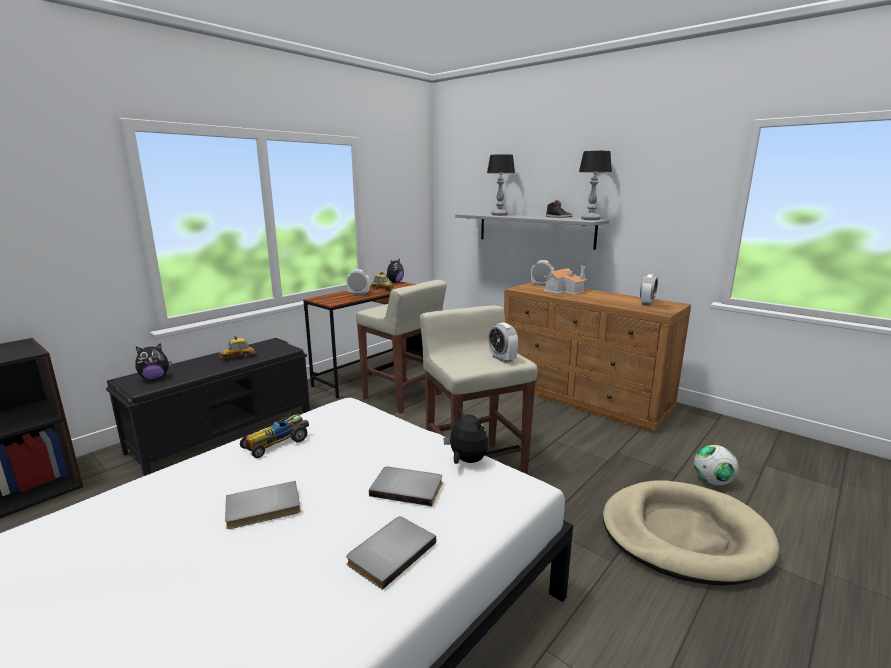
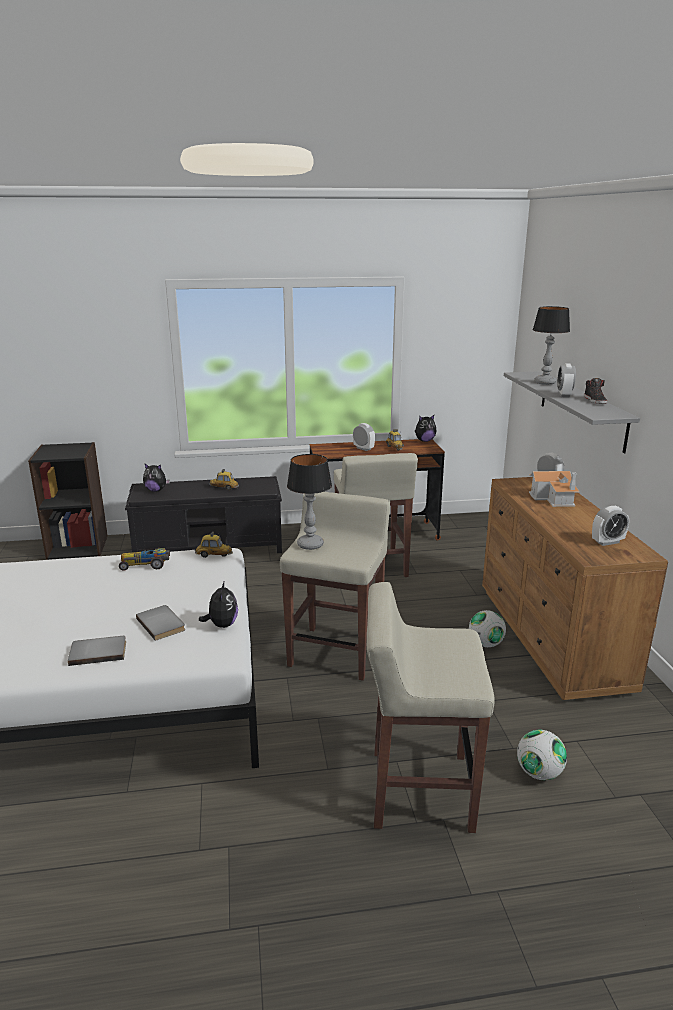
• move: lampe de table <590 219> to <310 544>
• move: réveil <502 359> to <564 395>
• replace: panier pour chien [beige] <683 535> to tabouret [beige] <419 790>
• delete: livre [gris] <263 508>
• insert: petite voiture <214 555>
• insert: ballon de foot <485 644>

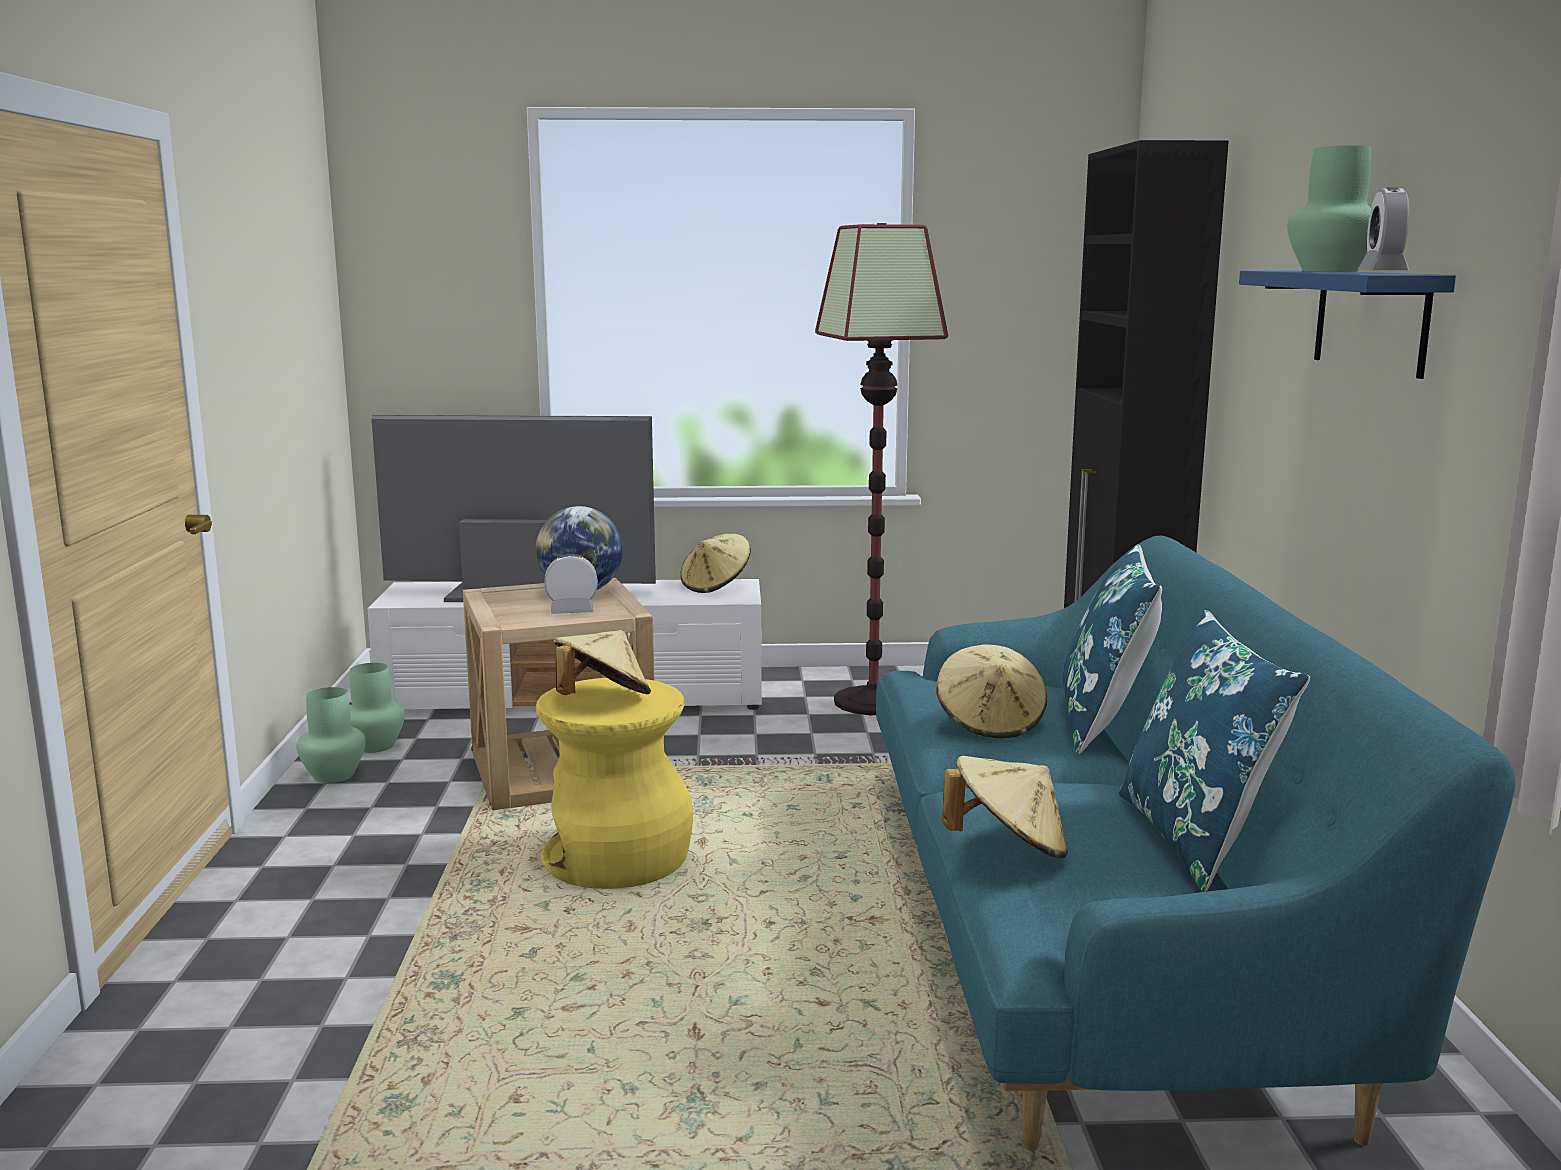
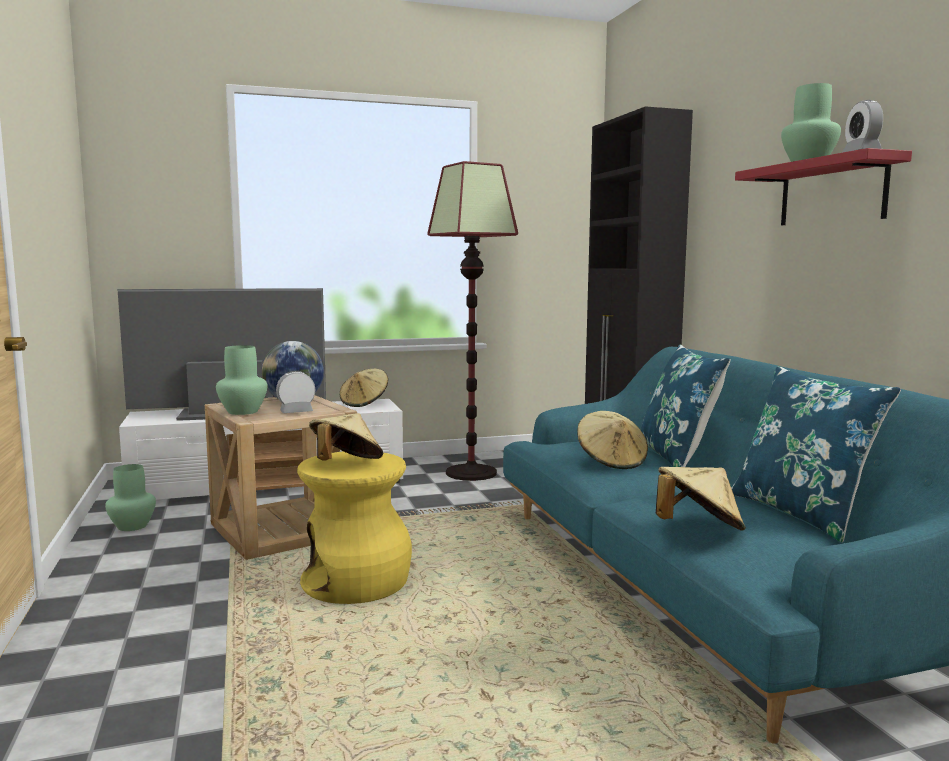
• recolor: étagère [bleu] <1370 320> to étagère [rouge] <832 193>
• move: vase [vert] <333 775> to <242 411>

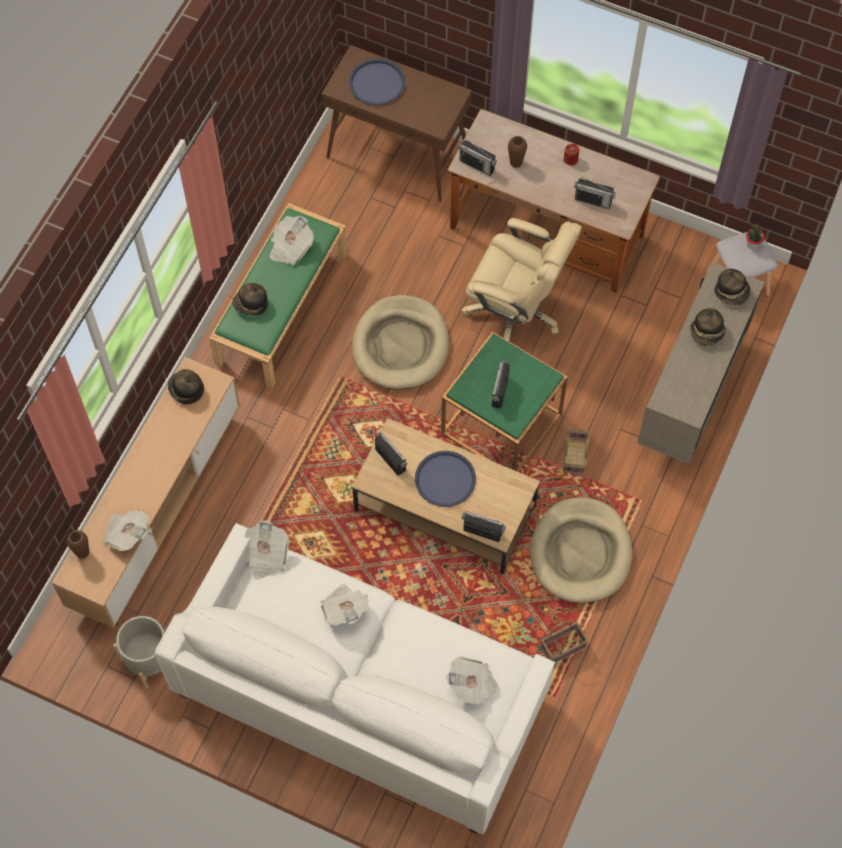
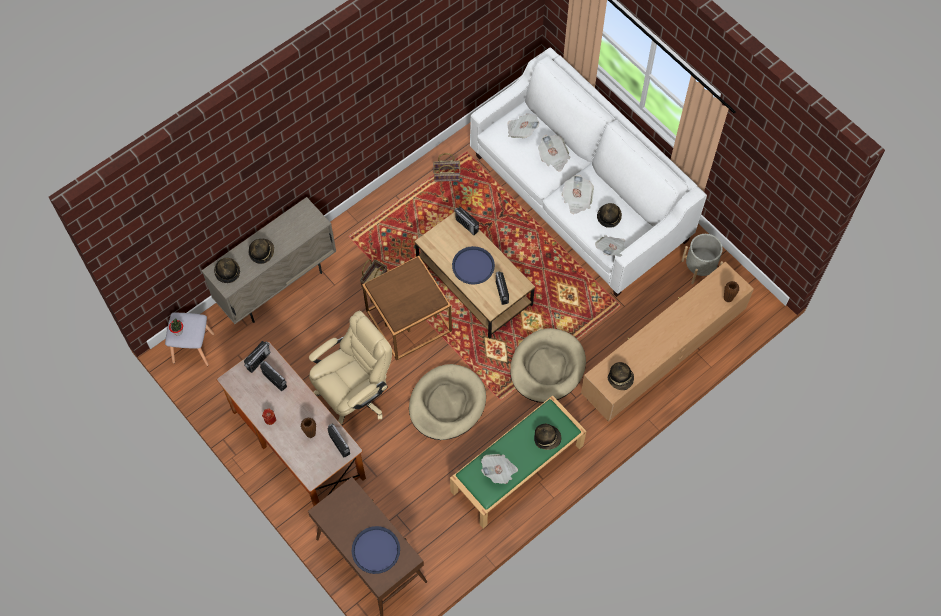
• rotate: chaise de bureau [beige] <516 311> = <354 394> 90 degrees clockwise
• recolor: table d'appoint [vert] <501 423> to table d'appoint [marron] <408 321>
• move: radio <500 391> to <258 360>
• move: panier pour chien [beige] <580 552> to <547 367>
• move: journal <127 534> to <553 157>
• insert: chapeau <609 217>

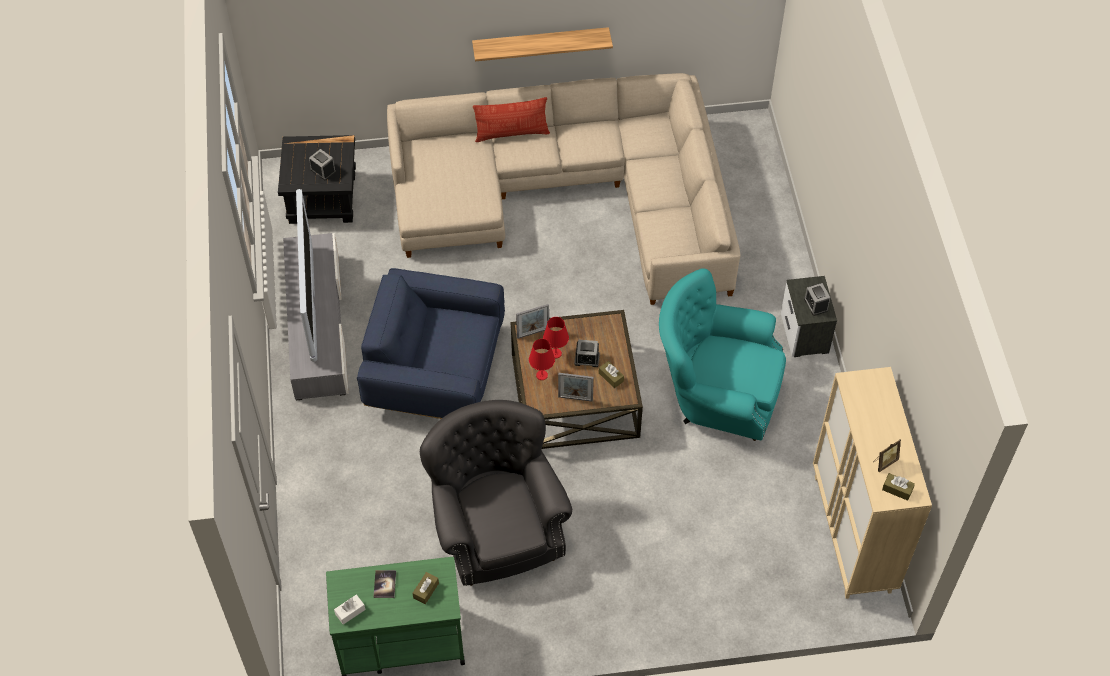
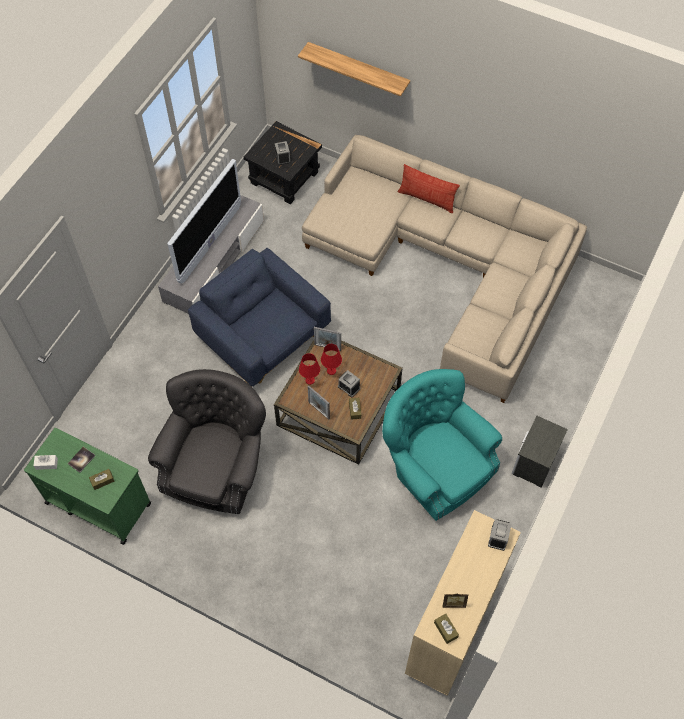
• move: étagère <540 44> to <358 69>
• move: réveil <815 304> to <498 537>

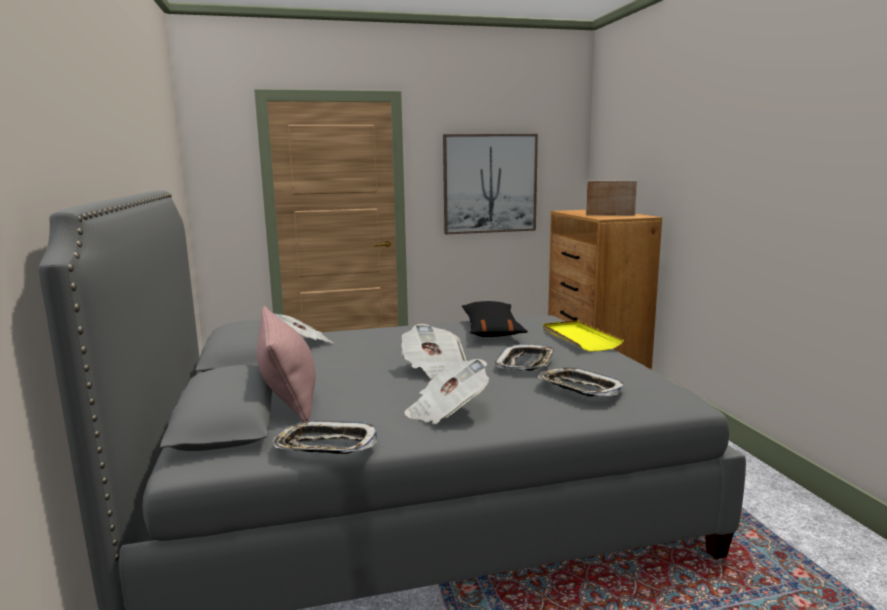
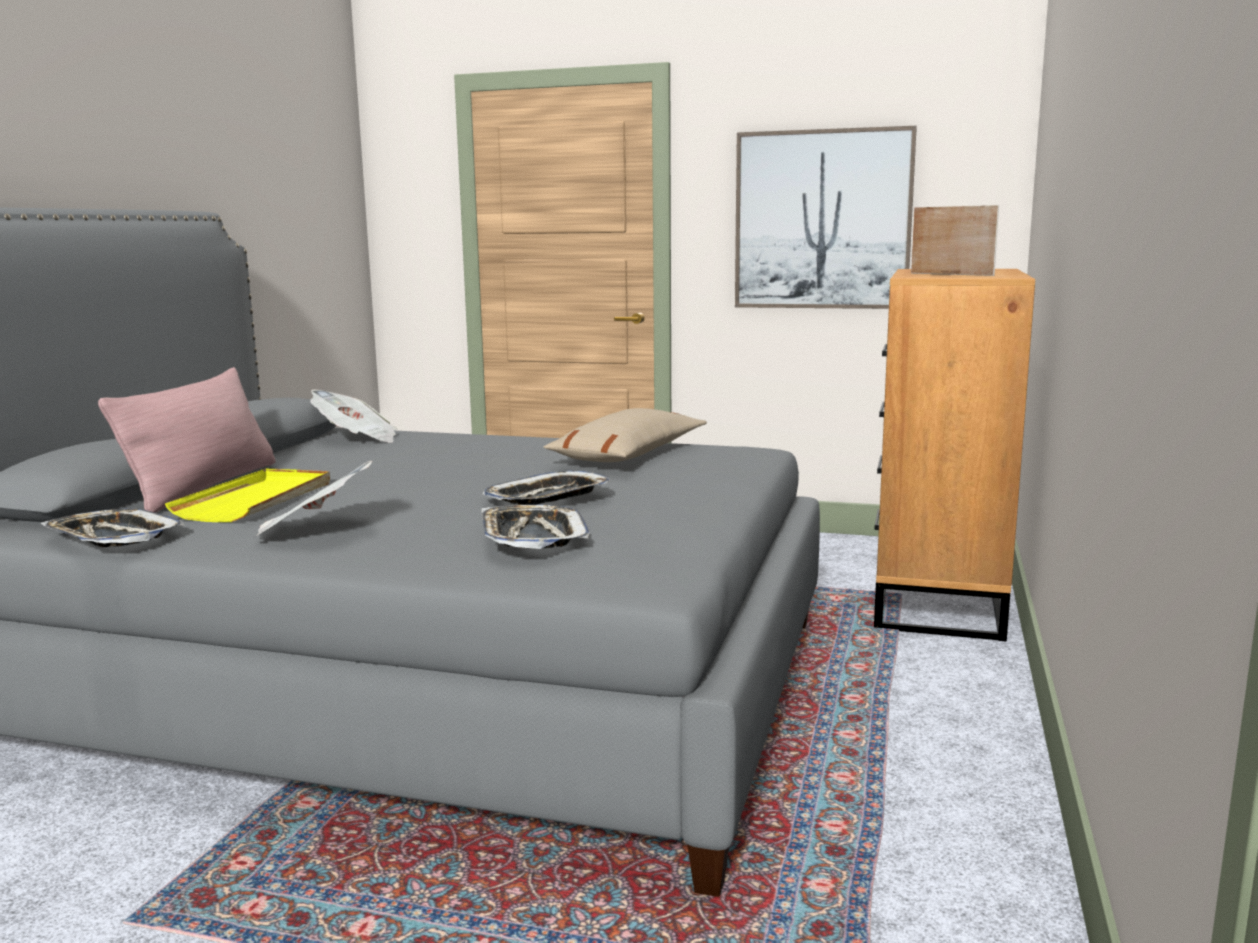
• recolor: coussin [noir] <491 330> to coussin [beige] <628 455>
• move: plateau [jaune] <579 338> to <257 500>
• delete: journal <434 370>

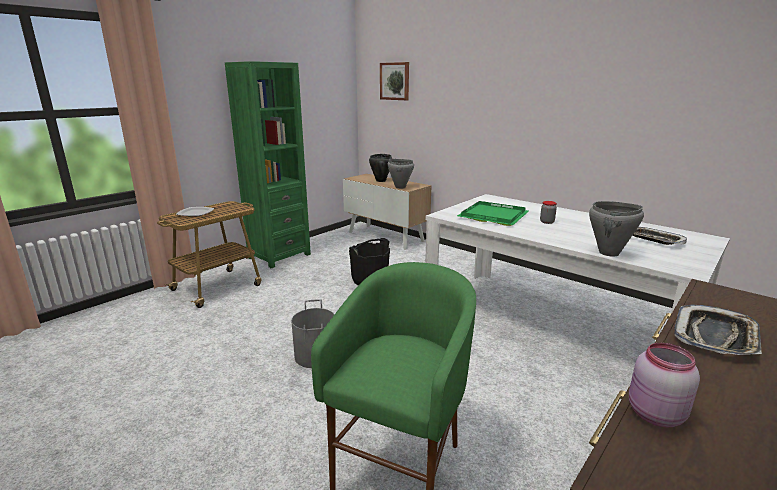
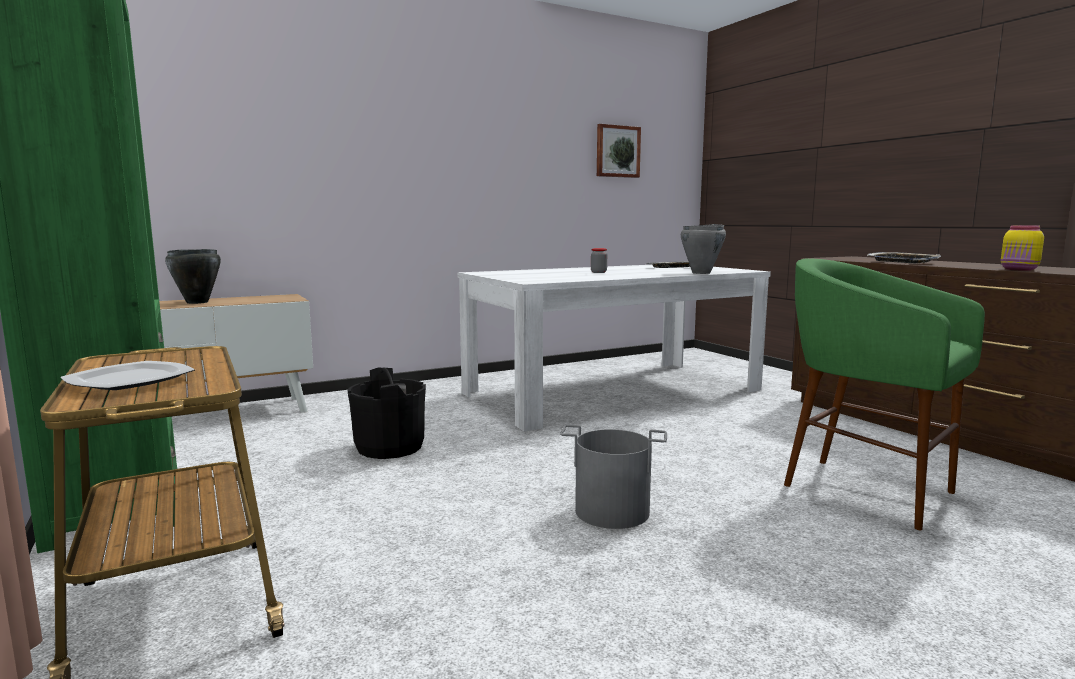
• move: tableau <395 81> to <617 151>
• delete: marmite [gris] <400 187>
• delete: plateau [vert] <494 216>
• recolor: bocal [rose] <653 414> to bocal [jaune] <1019 269>

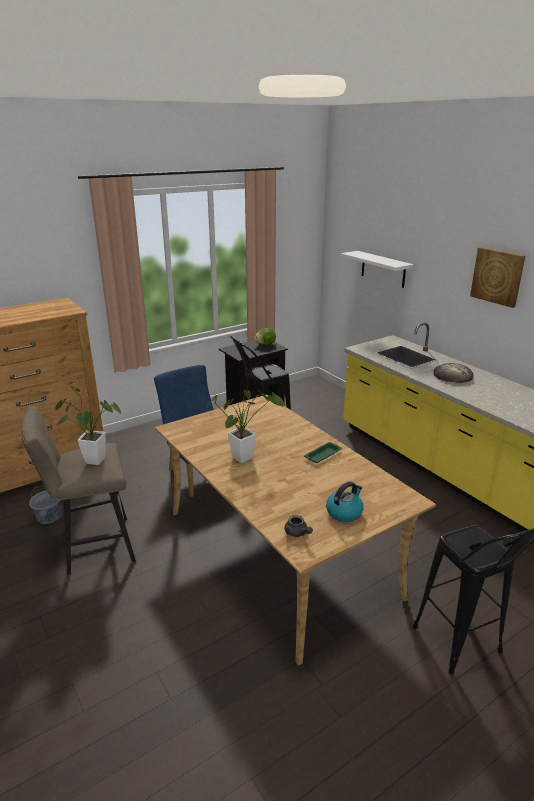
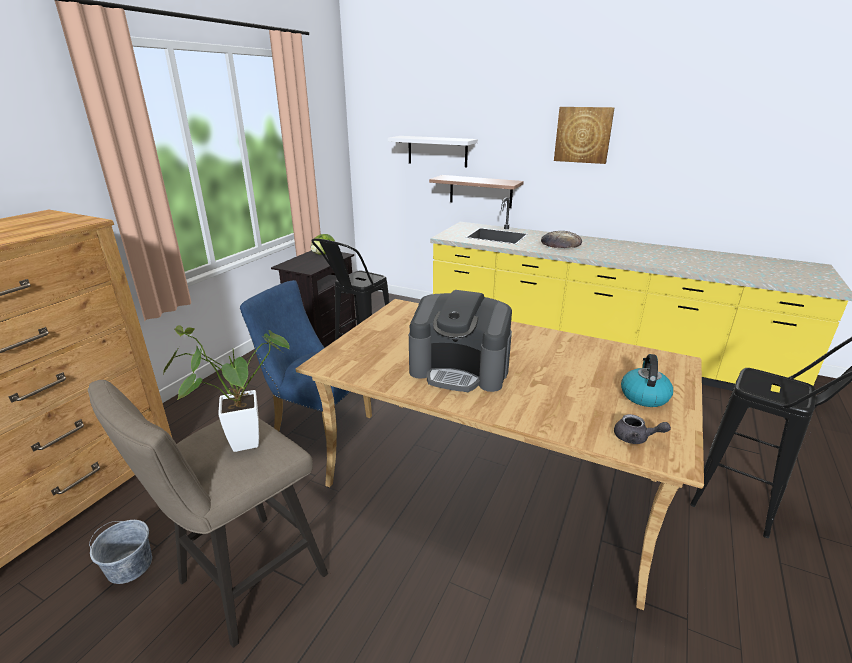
• replace: plante en pot <246 457> to machine à café <460 370>
• delete: plateau [vert] <323 454>
• insert: étagère <480 191>

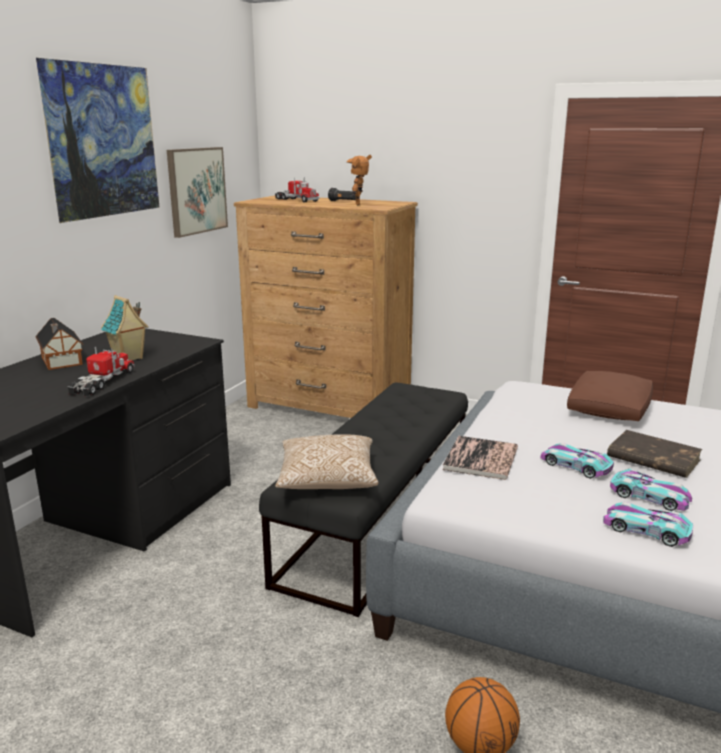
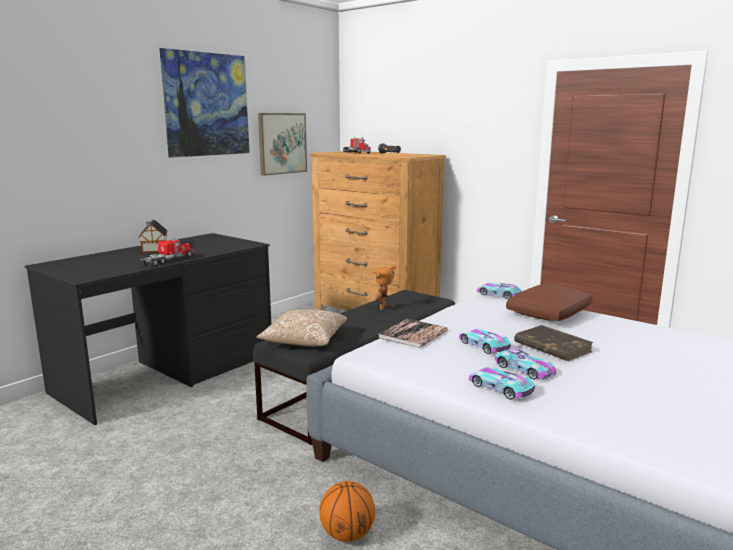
• move: robot jouet <360 204> to <385 308>
• delete: maison miniature <128 358>
• insert: petite voiture <498 294>

